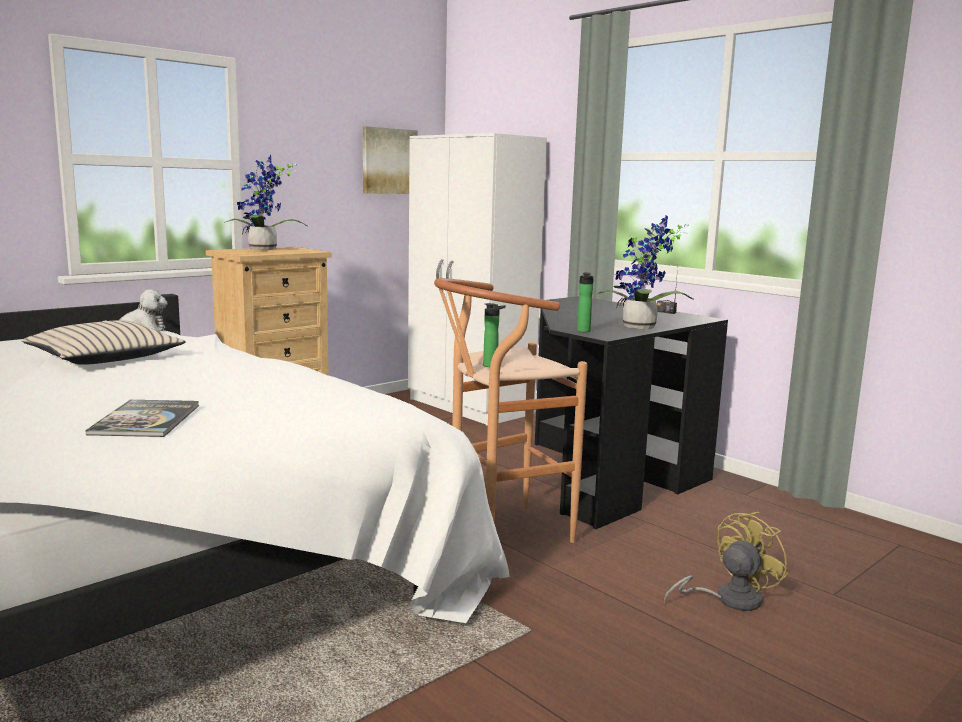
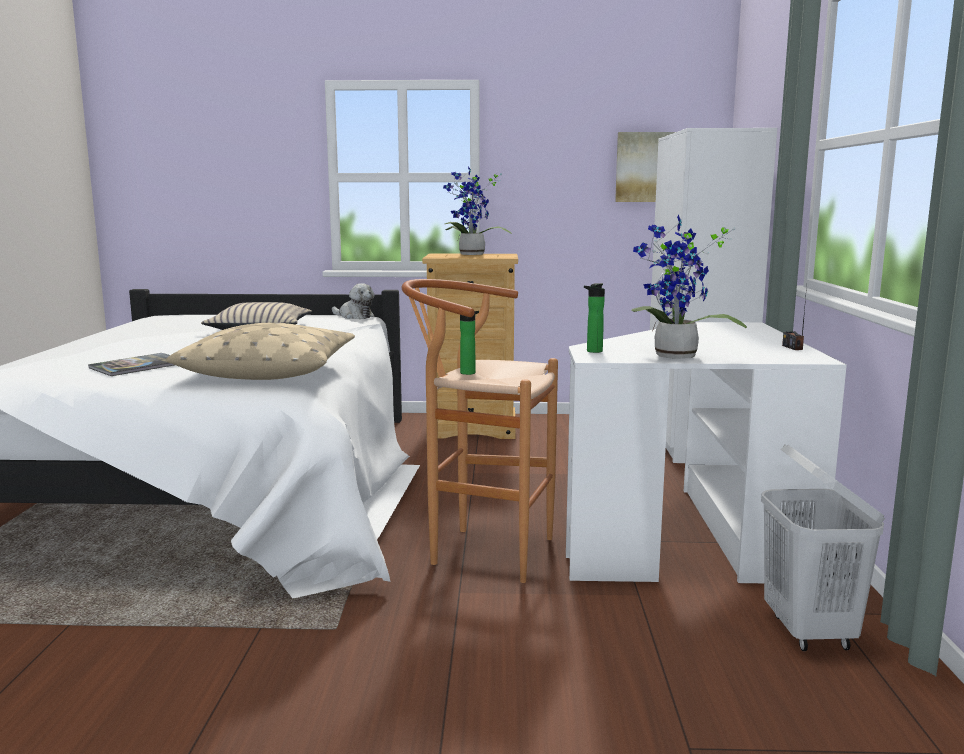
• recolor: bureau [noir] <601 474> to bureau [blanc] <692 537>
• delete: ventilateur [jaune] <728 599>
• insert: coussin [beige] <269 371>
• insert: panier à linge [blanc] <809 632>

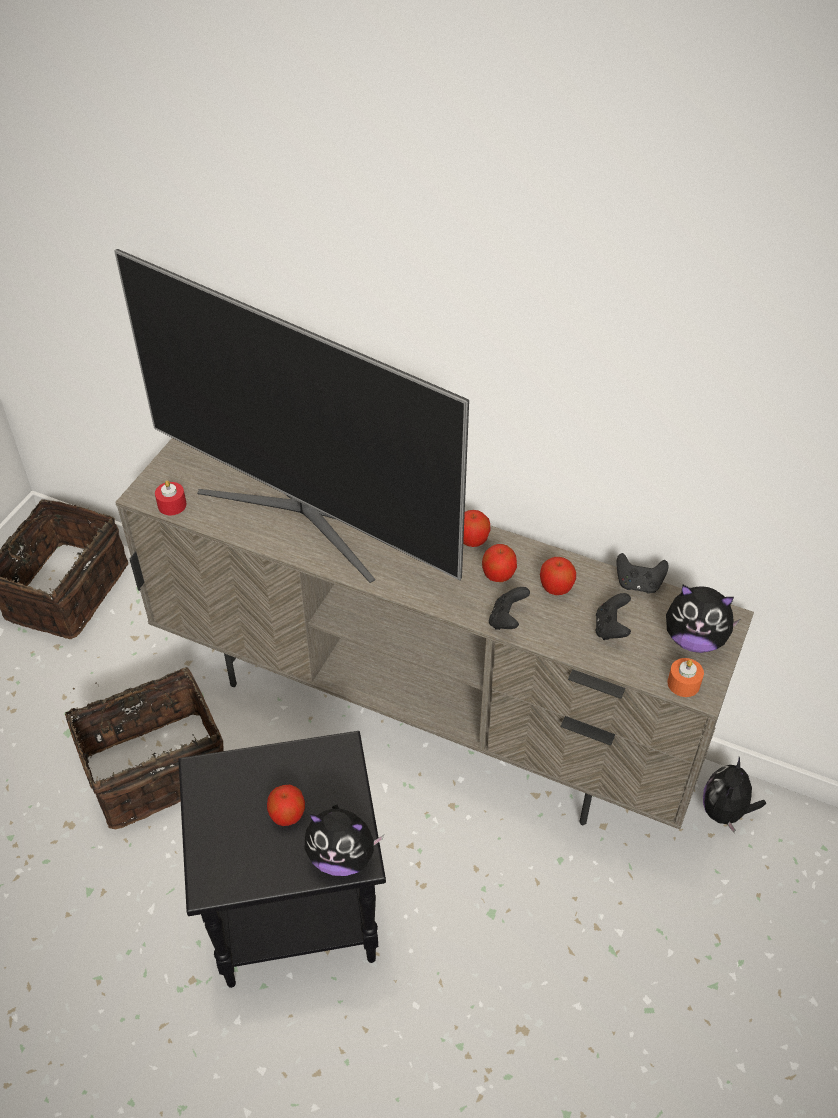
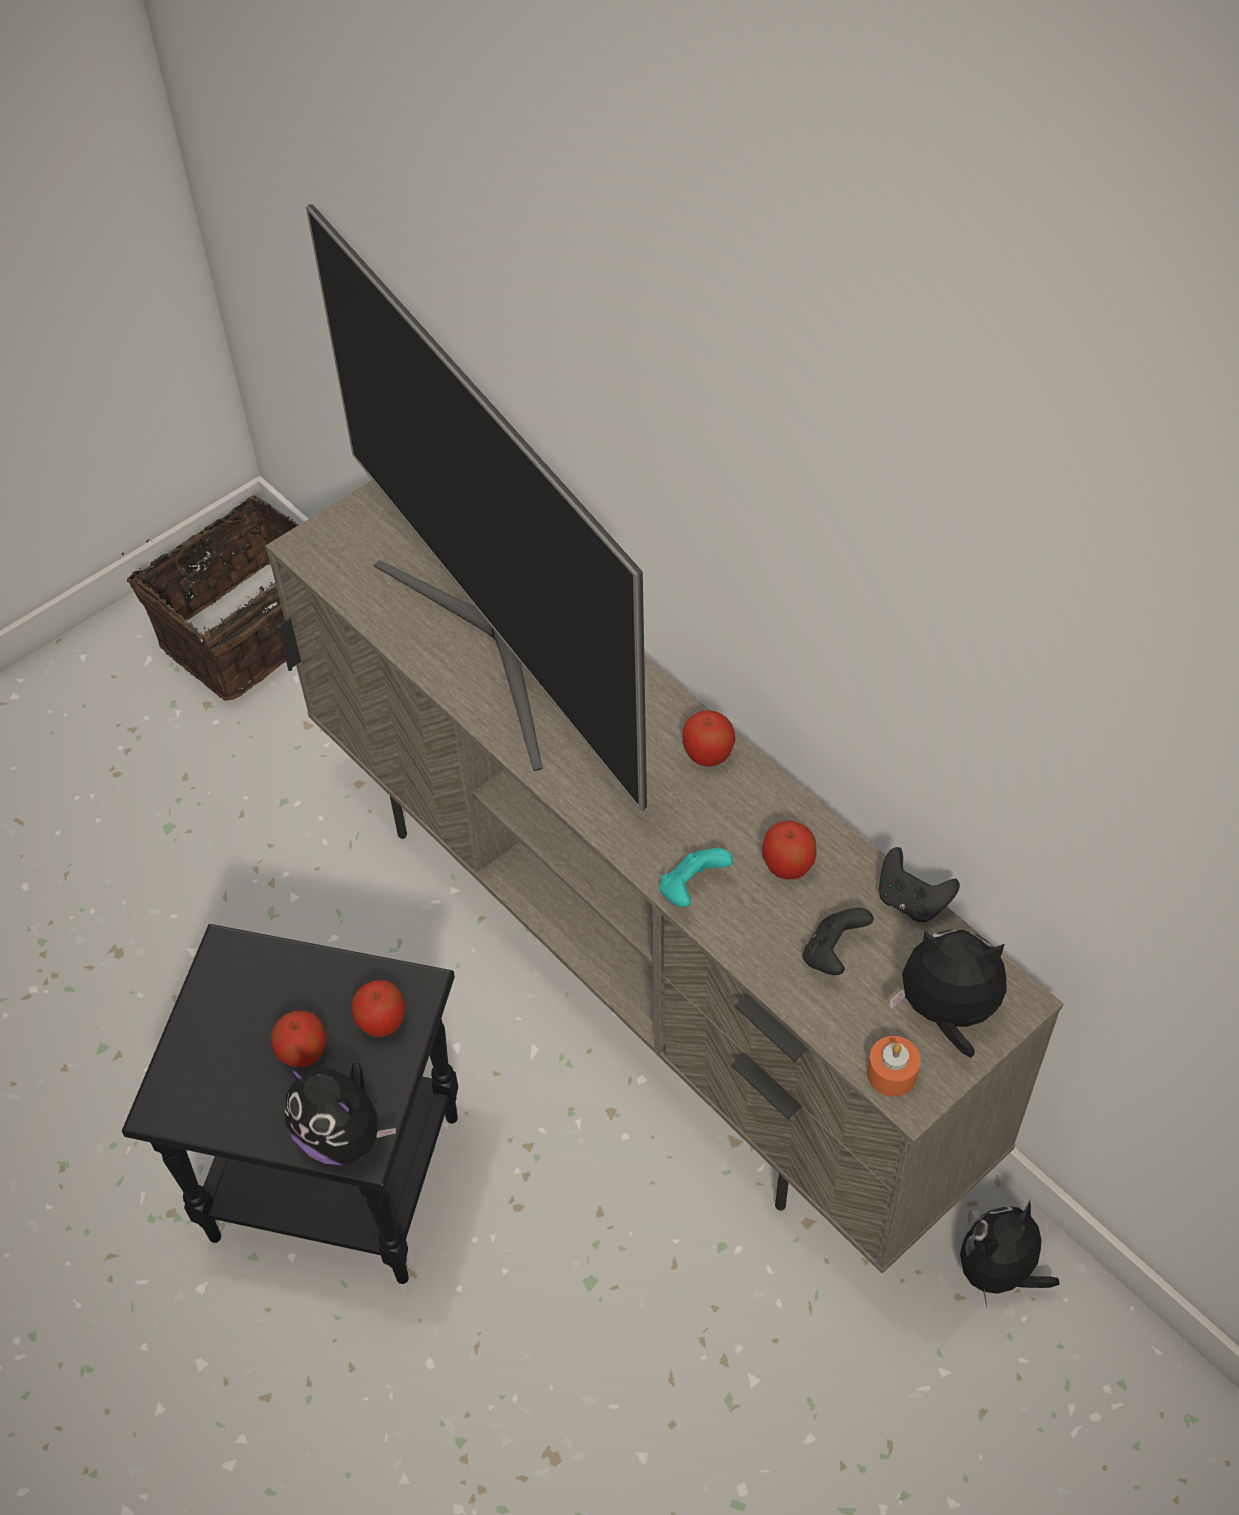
• delete: bougie [rouge] <172 505>
• move: pomme <498 575> to <382 1022>
• rotate: peluche <694 639> = <946 1013> 150 degrees clockwise
• recolor: manette [noir] <507 620> to manette [turquoise] <691 889>
• delete: panier <155 766>

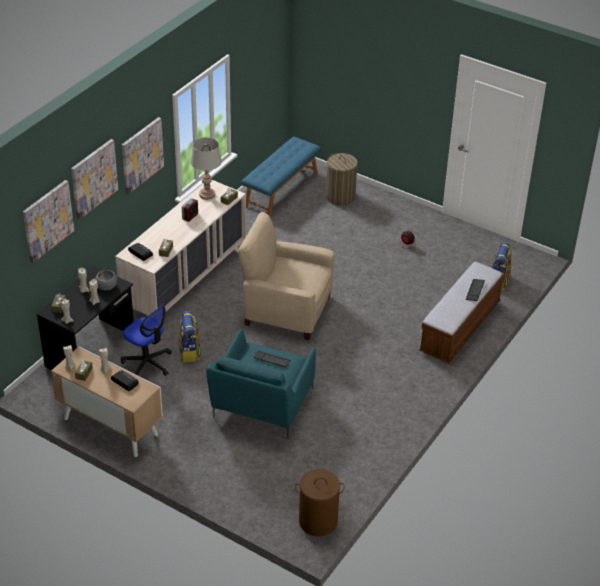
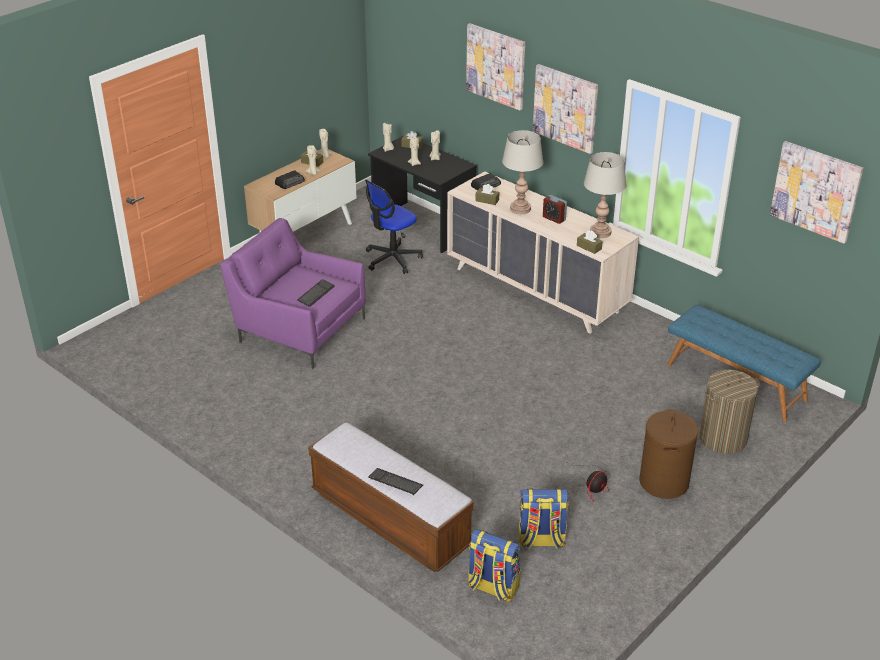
• move: tableau <47 220> to <816 191>
• delete: fauteuil [beige] <286 310>
• delete: bol [gris] <107 286>
• move: sac à dos <190 352> to <541 540>
• recolor: fauteuil [turquoise] <261 405> to fauteuil [violet] <299 328>
• move: panier à linge [marron] <317 521> to <663 482>
• insert: lampe de table [gris] <520 209>

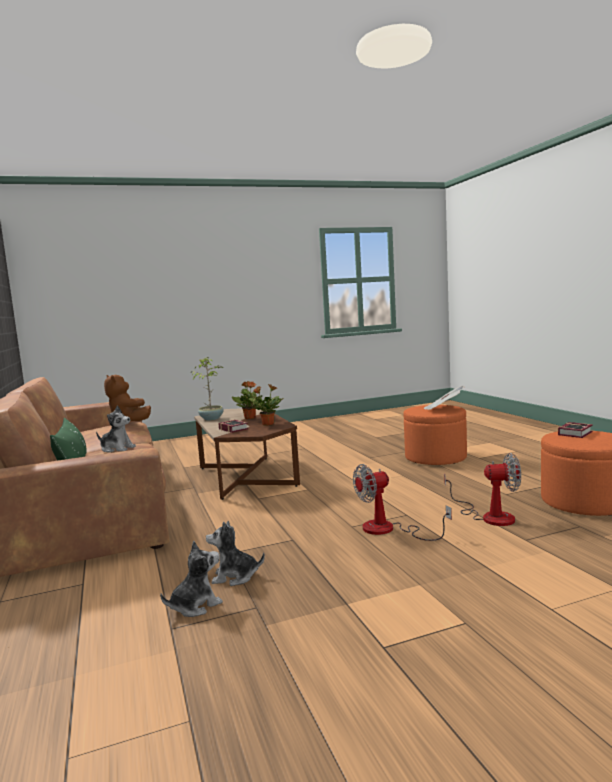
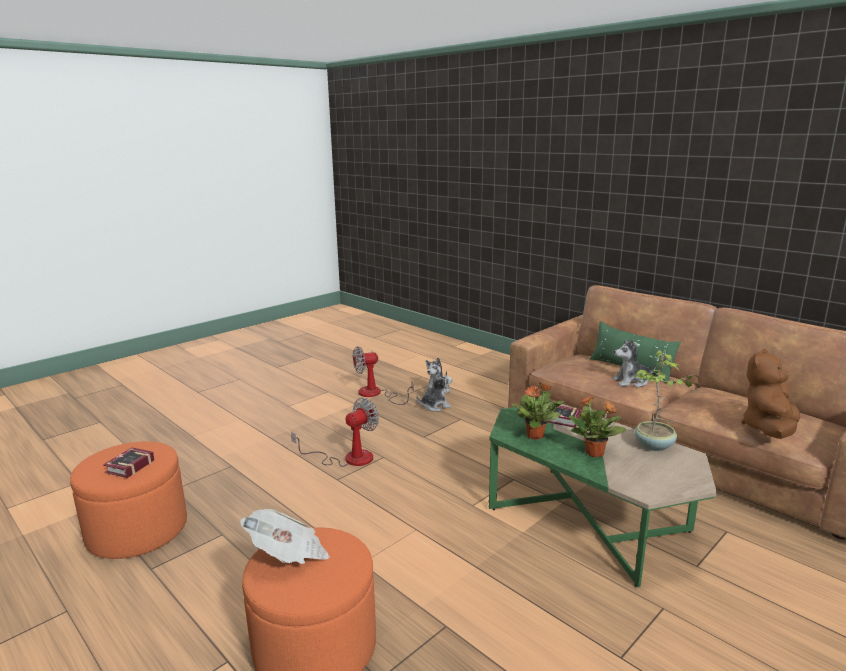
• rotate: peluche [marron] <128 424> = <768 429> 75 degrees counterclockwise
• recolor: table basse [marron] <246 477> to table basse [vert] <588 520>
• move: ventilateur <489 516> to <376 394>

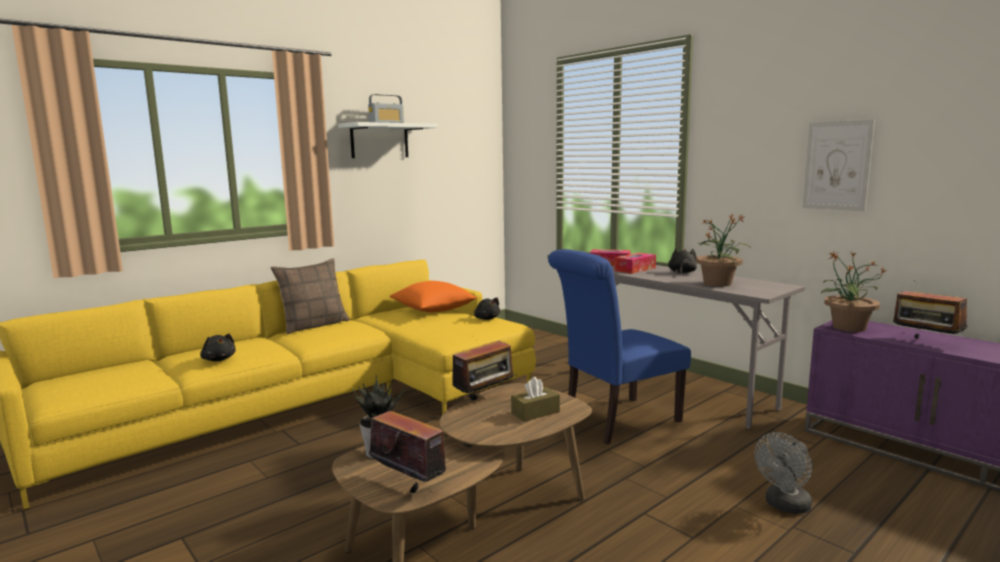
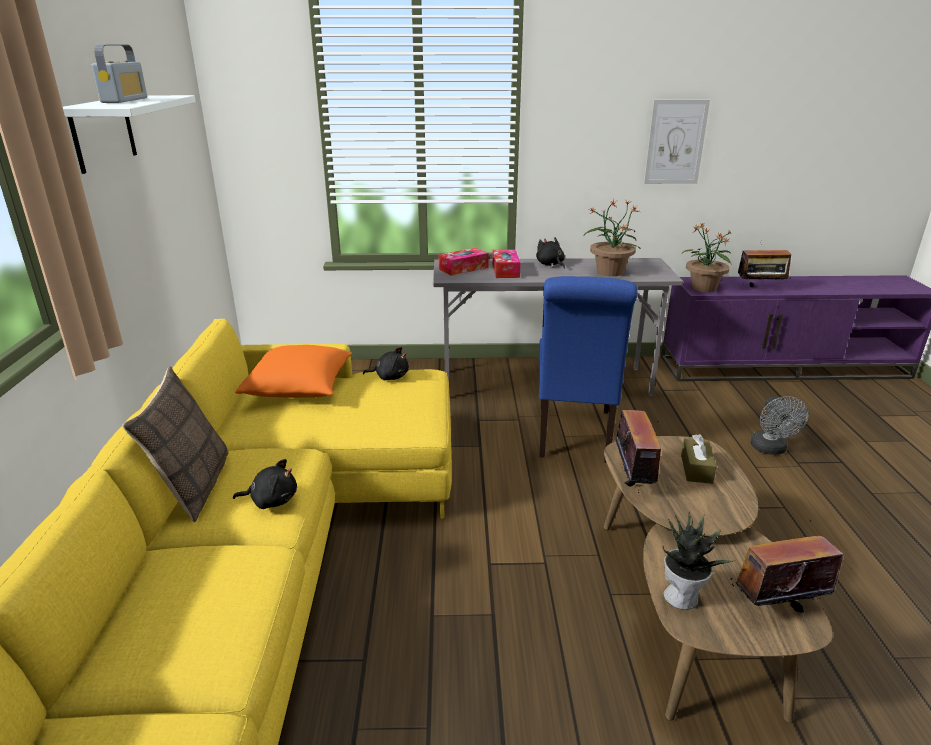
• move: peluche [noir] <219 359> to <271 500>

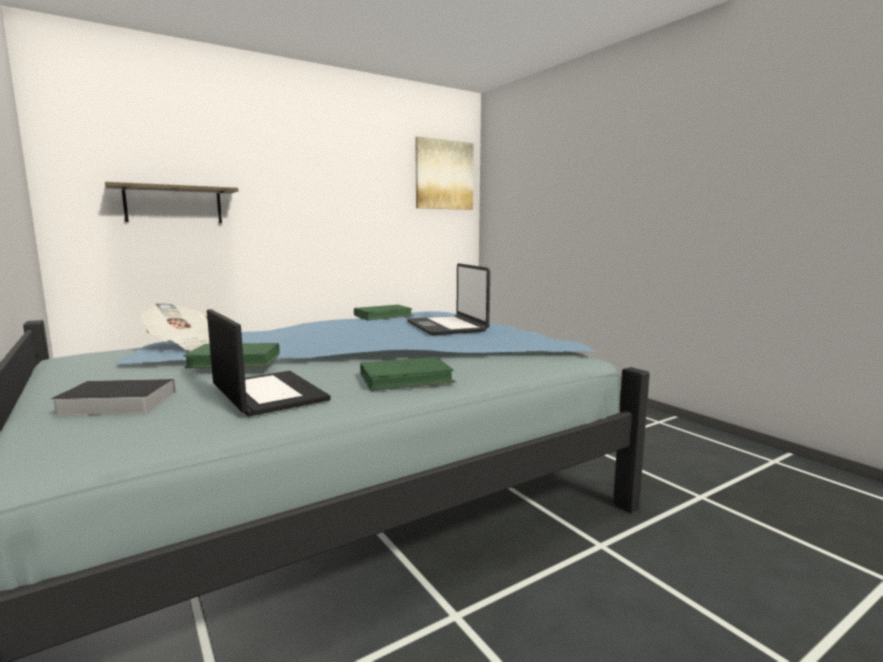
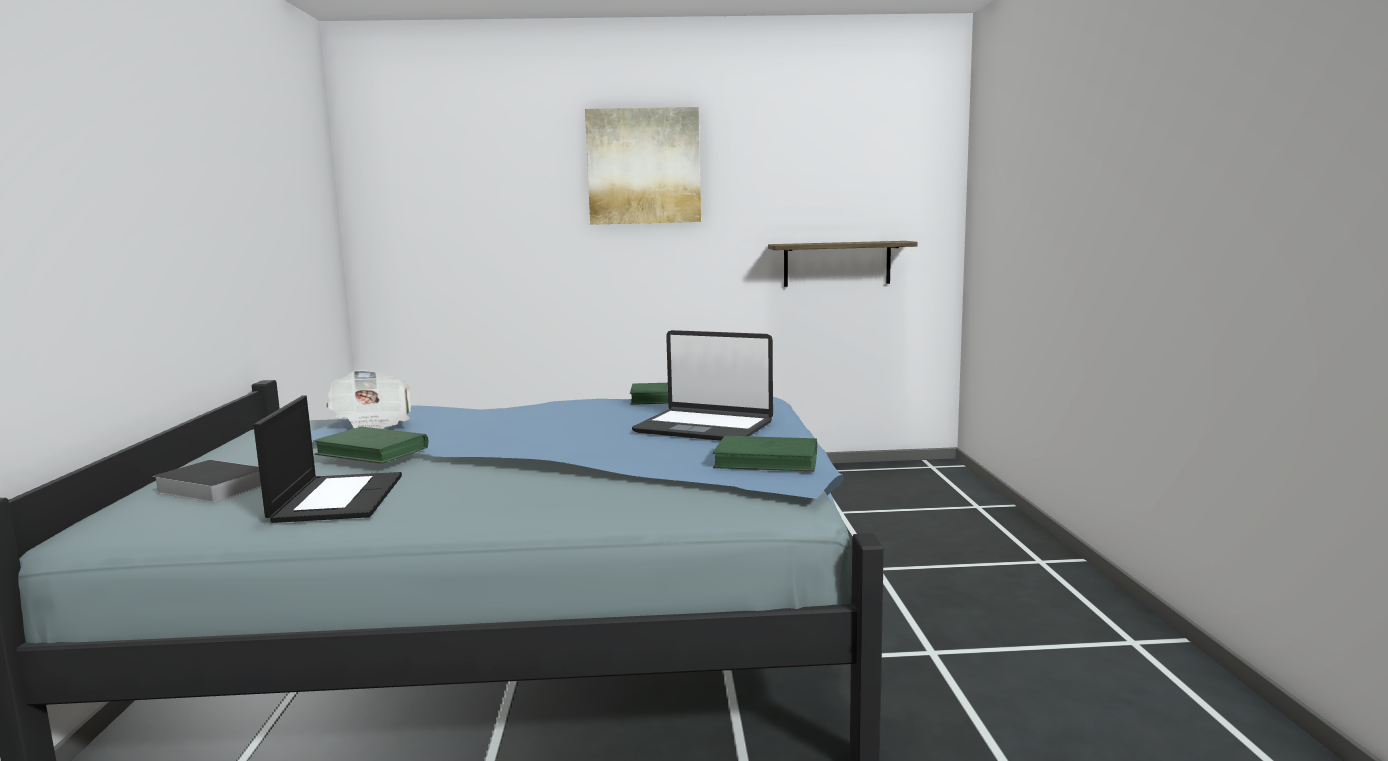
• move: tableau <444 175> to <643 166>
• move: étagère <174 204> to <837 263>
• rotate: ordinateur portable <447 327> = <704 427> 75 degrees counterclockwise
• move: livre [vert] <406 378> to <767 460>

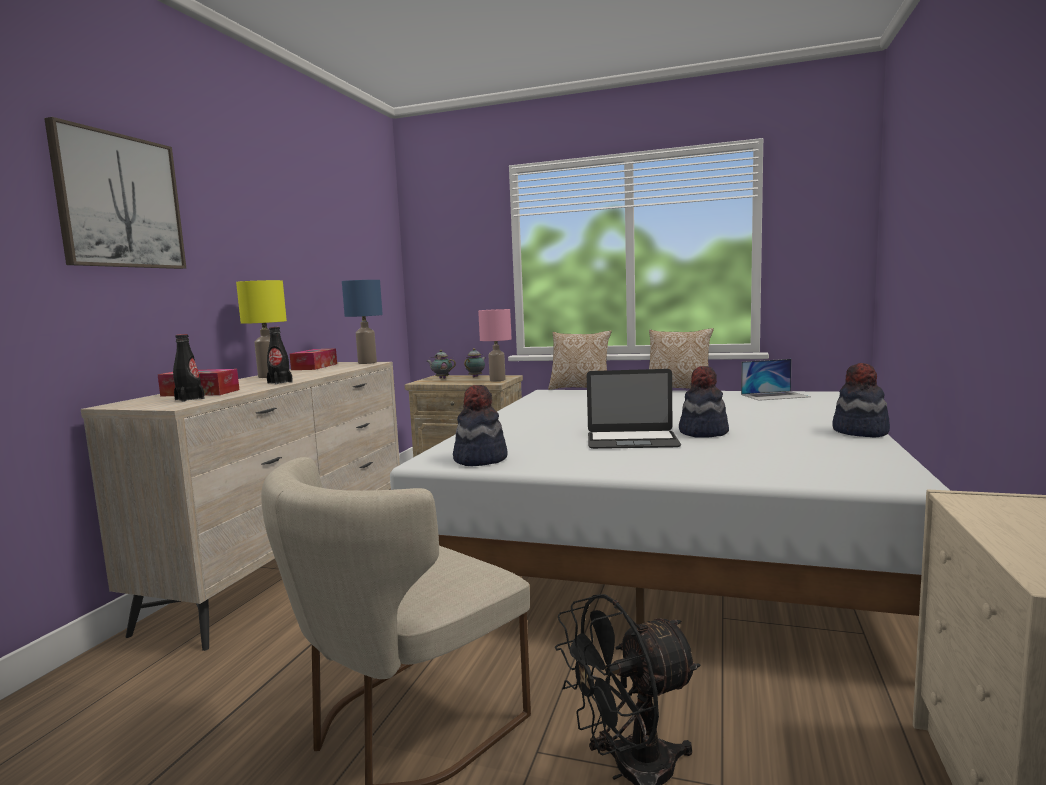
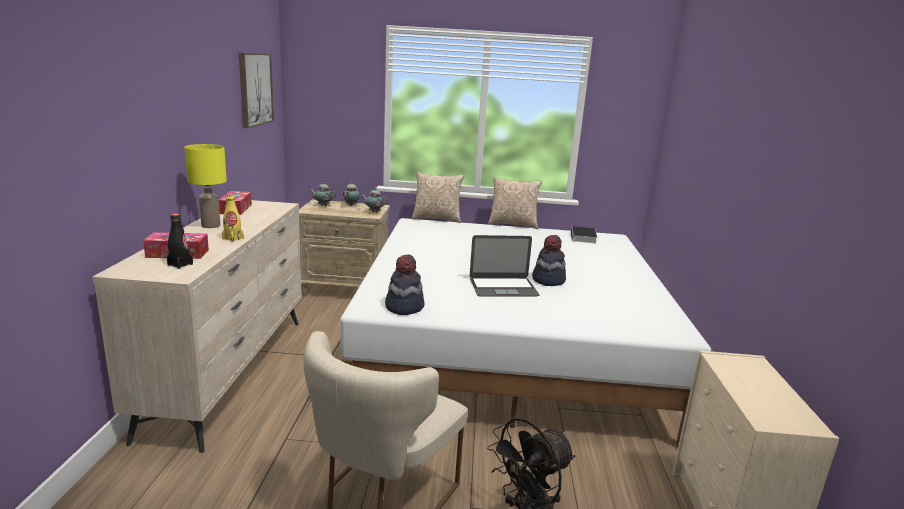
• move: tableau <119 201> to <255 89>
• delete: lampe de table [bleu] <368 363>
• replace: lampe de table [rose] <498 380> to théière <374 212>
• recolor: bouteille [noir] <280 382> to bouteille [jaune] <233 238>
• replace: ordinateur portable <775 396> to livre <583 237>
• delete: chapeau <859 432>

